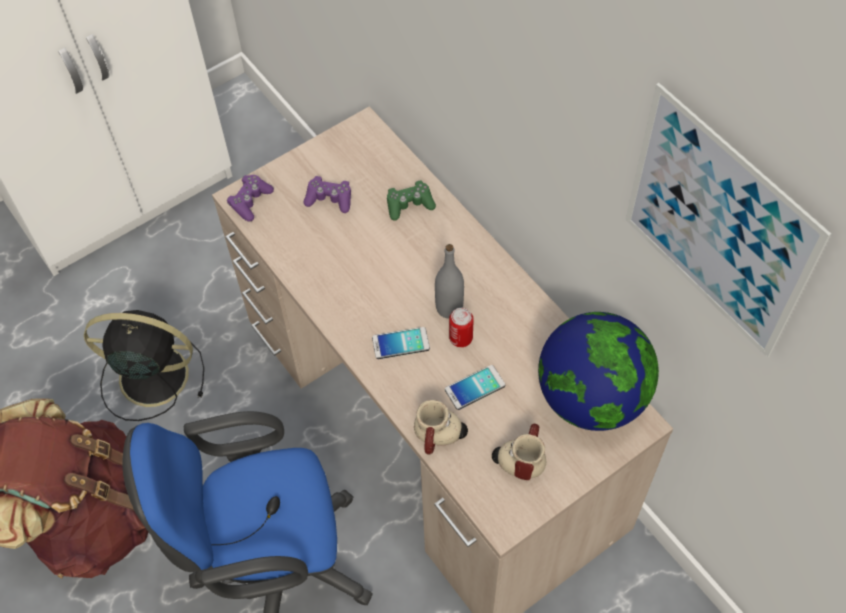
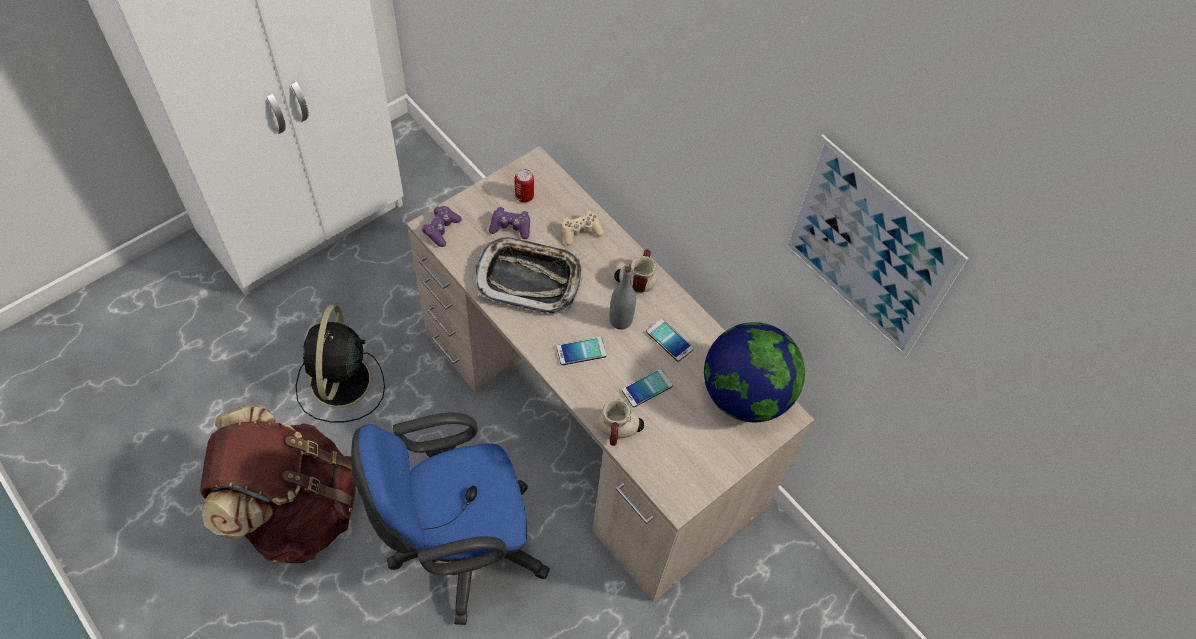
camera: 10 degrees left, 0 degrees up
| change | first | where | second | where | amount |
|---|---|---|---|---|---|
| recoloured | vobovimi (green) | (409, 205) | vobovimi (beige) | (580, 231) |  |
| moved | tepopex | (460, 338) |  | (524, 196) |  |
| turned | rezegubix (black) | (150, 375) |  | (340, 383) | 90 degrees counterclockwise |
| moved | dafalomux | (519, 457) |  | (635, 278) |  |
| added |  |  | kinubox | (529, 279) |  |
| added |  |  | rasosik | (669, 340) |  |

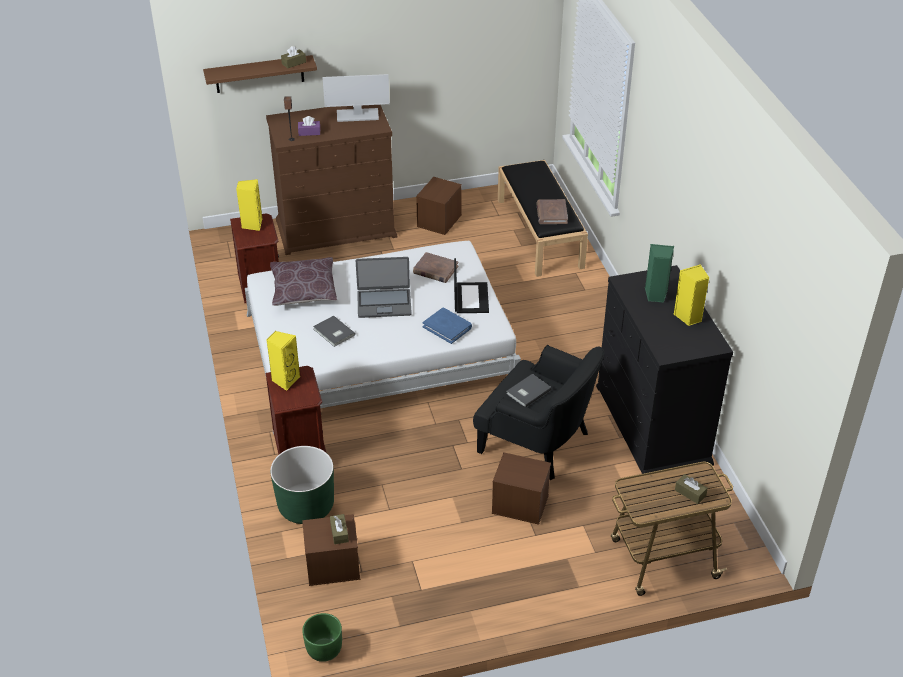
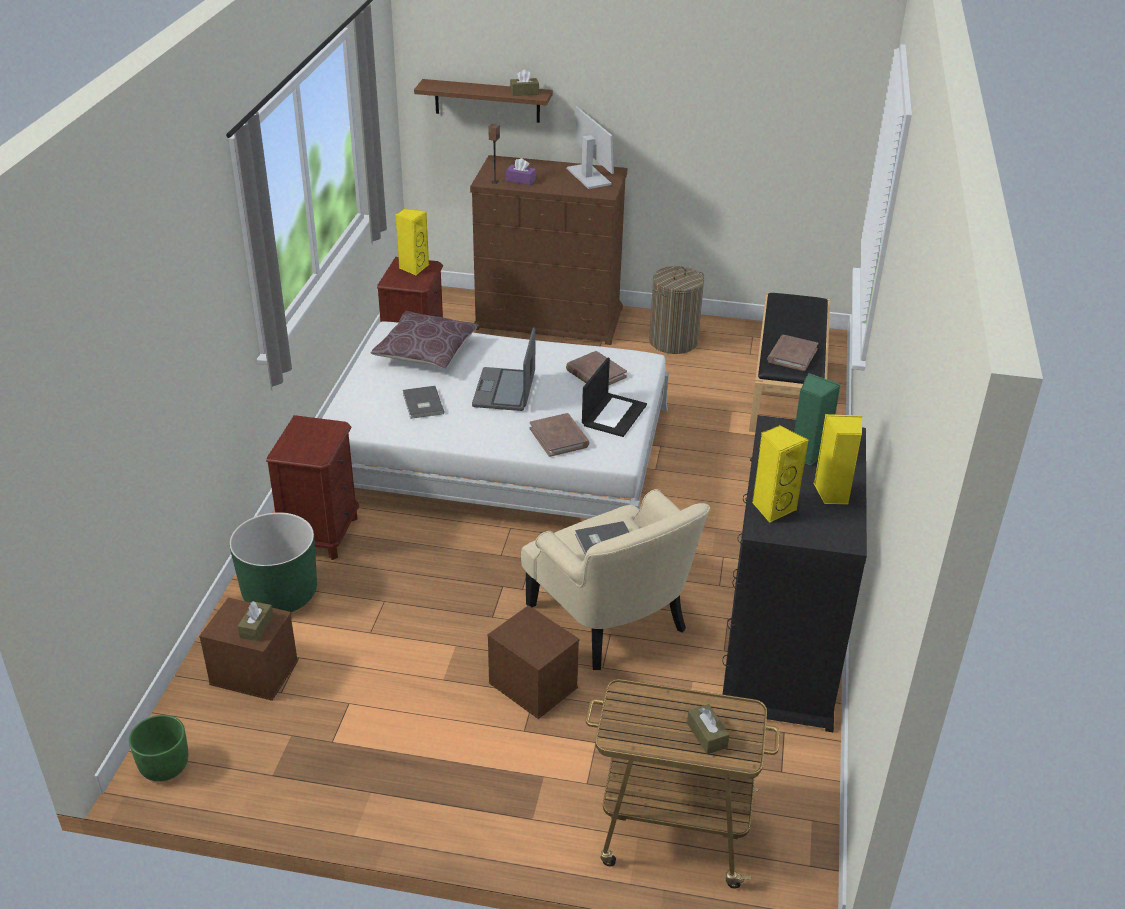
camera: 25 degrees right, 5 degrees down
| change | first | where | second | where | amount |
|---|---|---|---|---|---|
| turned | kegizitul | (357, 115) |  | (589, 177) | 135 degrees counterclockwise |
| replaced | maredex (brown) | (439, 221) | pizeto | (673, 341) |  |
| turned | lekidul | (384, 303) |  | (505, 390) | 75 degrees clockwise |
| recoloured | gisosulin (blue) | (447, 327) | gisosulin (brown) | (559, 437) |  |
| moved | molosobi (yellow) | (285, 380) |  | (772, 508) |  |
| recoloured | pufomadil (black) | (537, 441) | pufomadil (beige) | (611, 618) |  |

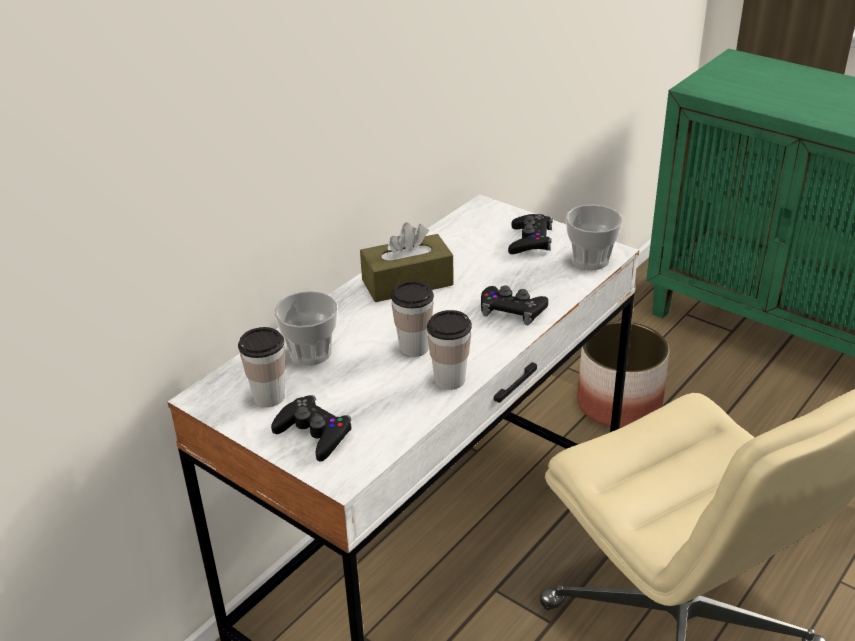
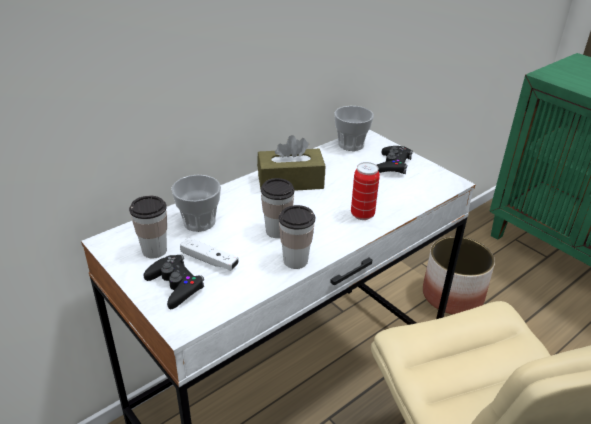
camera: 10 degrees right, 0 degrees up
| change | first | where | second | where | amount |
|---|---|---|---|---|---|
| moved | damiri | (590, 260) |  | (351, 144) |  |
| replaced | vobovimi (black) | (512, 310) | tepopex | (362, 214) |  |
| added |  |  | vobovimi (white) | (209, 260) |  |

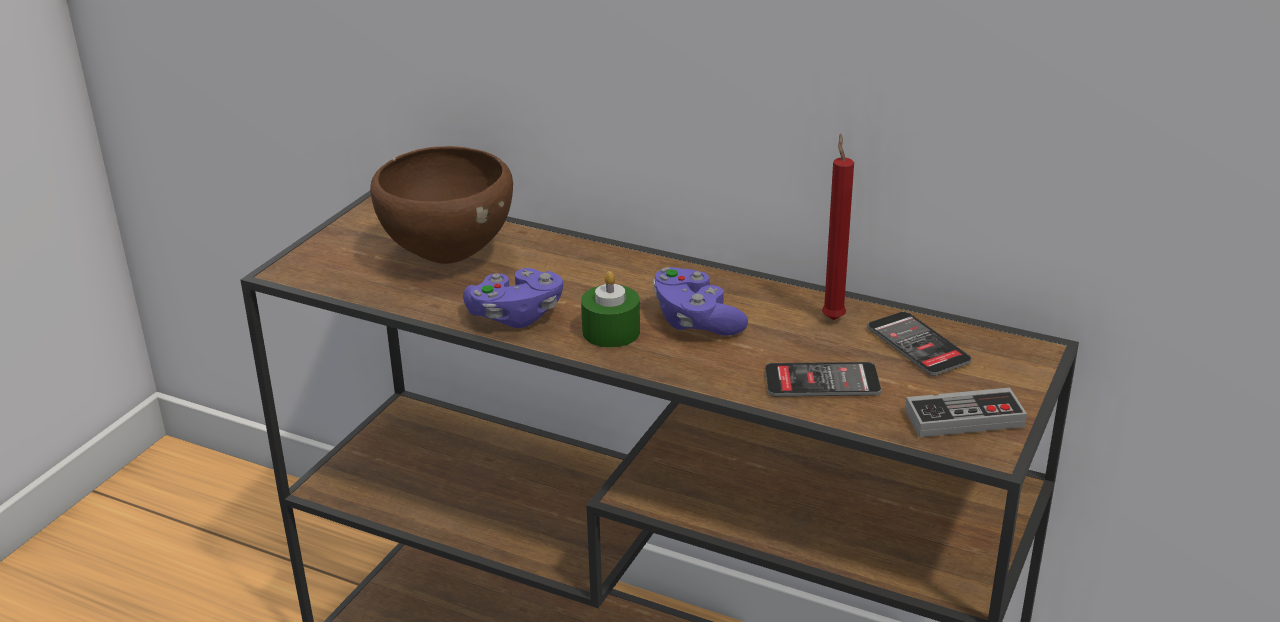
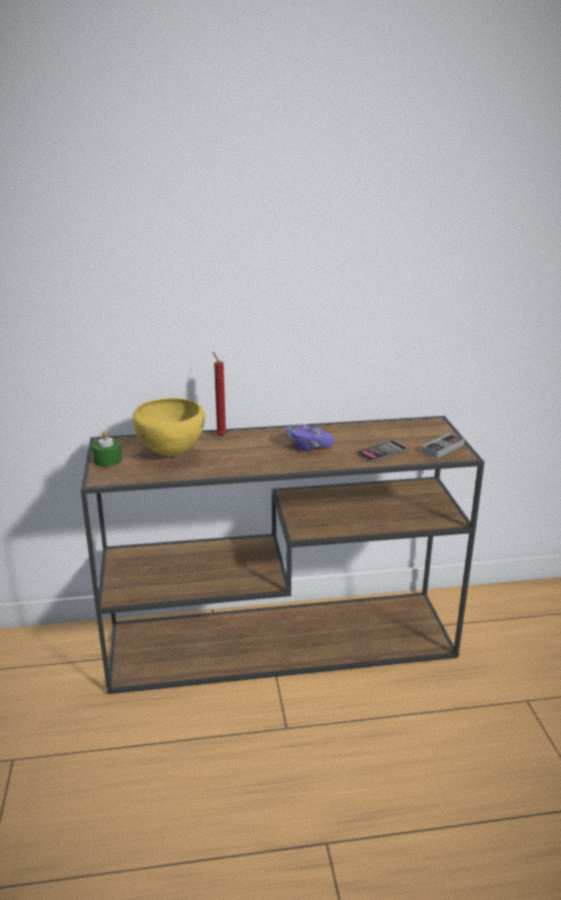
camera: 35 degrees left, 5 degrees down
| change | first | where | second | where | amount |
|---|---|---|---|---|---|
| moved | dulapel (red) | (832, 317) |  | (220, 435) |  |
| recoloured | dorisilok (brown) | (448, 257) | dorisilok (yellow) | (170, 454) |  |
| removed | vobovimi (purple) | (516, 316) |  |  |  |
| moved | dulapel (green) | (611, 332) |  | (107, 460) |  |
| removed | rasosik | (918, 345) |  |  |  |

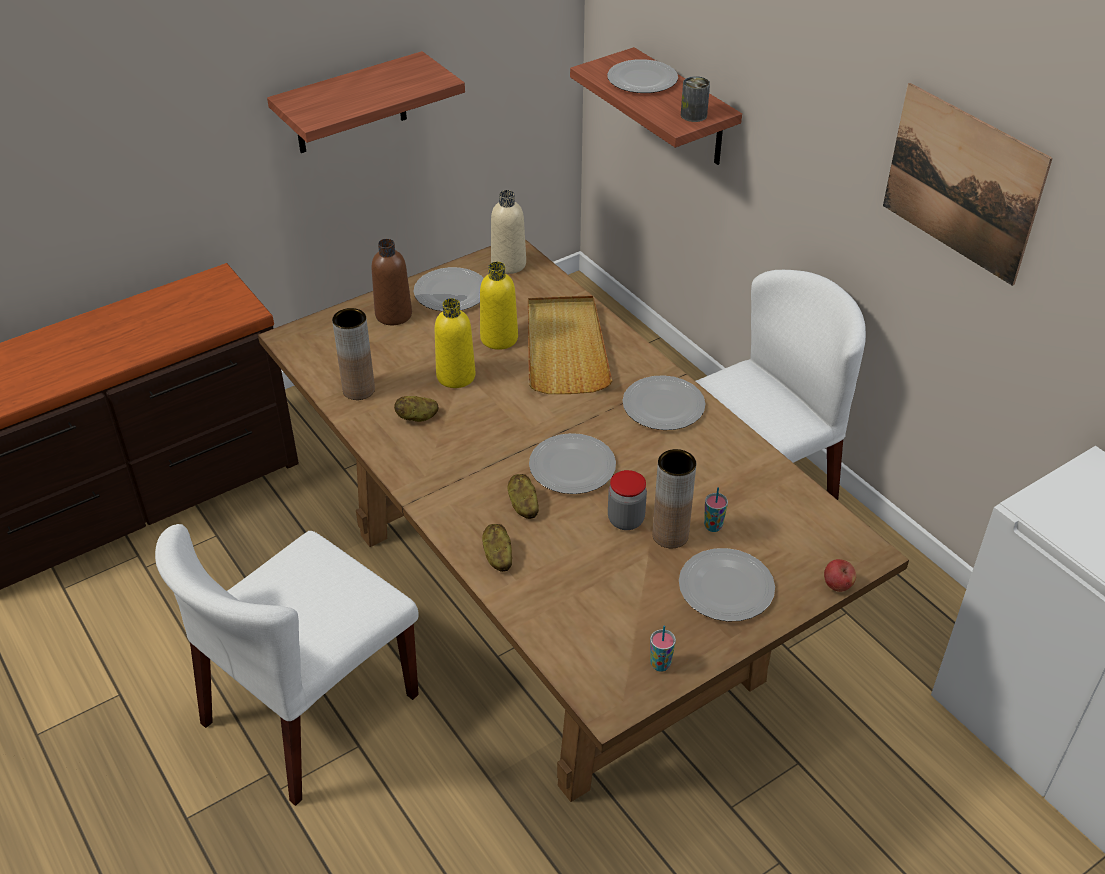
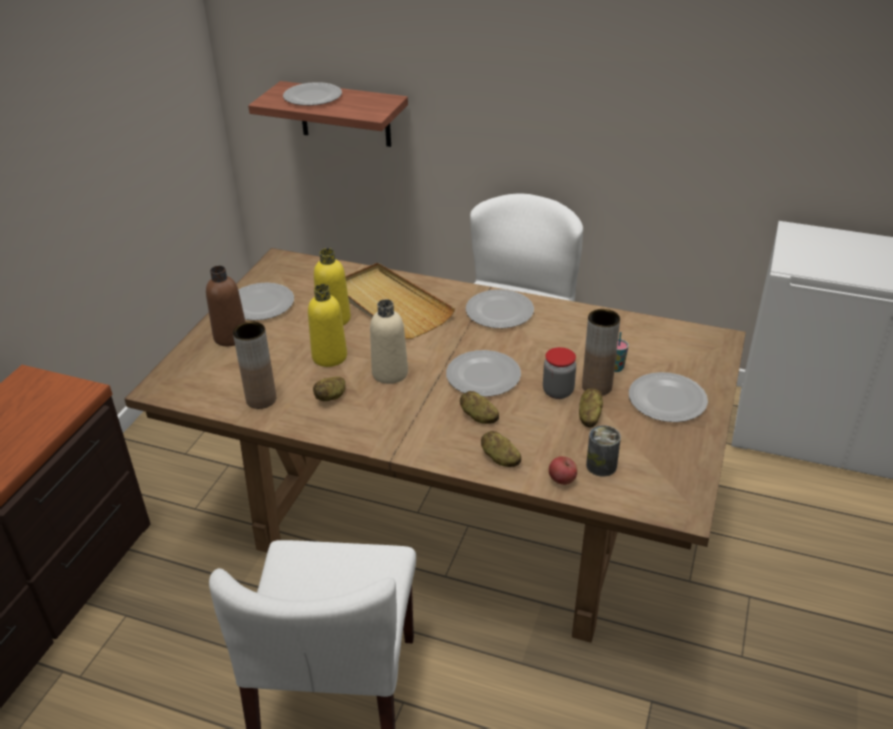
camera: 35 degrees left, 5 degrees down
| change | first | where | second | where | amount |
|---|---|---|---|---|---|
| removed | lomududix | (350, 104) |  |  |  |
| moved | tepopex | (693, 115) |  | (601, 465) |  |
| removed | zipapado | (962, 183) |  |  |  |
| moved | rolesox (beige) | (508, 264) |  | (390, 373) |  |
| moved | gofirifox | (837, 585) |  | (562, 480) |  |
| removed | damiri | (660, 664) |  |  |  |
| added |  |  | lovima | (589, 416) |  |

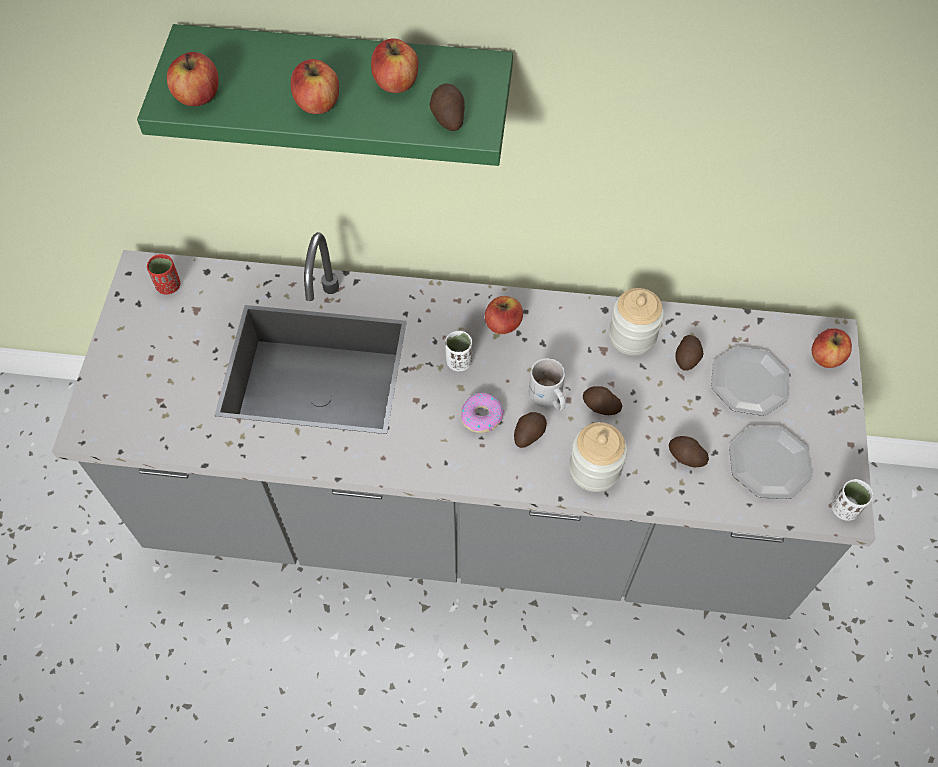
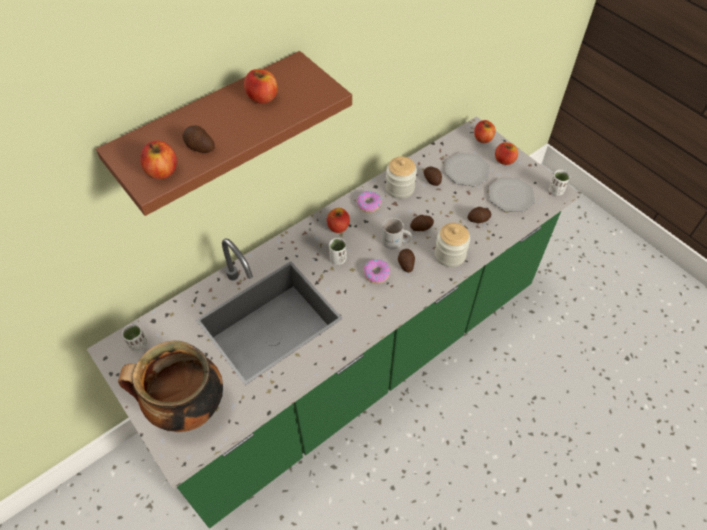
camera: 45 degrees left, 5 degrees down
| change | first | where | second | where | amount |
|---|---|---|---|---|---|
| recoloured | lomududix (green) | (347, 80) | lomududix (brown) | (211, 125) |  |
| moved | gofirifox | (318, 103) |  | (504, 160) |  |
| moved | lovima | (447, 117) |  | (199, 147) |  |
| recoloured | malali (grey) | (469, 514) | malali (green) | (353, 361) |  |
| recoloured | damiri (red) | (168, 286) | damiri (white) | (139, 345) |  |
| added |  |  | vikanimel | (368, 204) |  |
| added |  |  | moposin | (187, 408) |  |

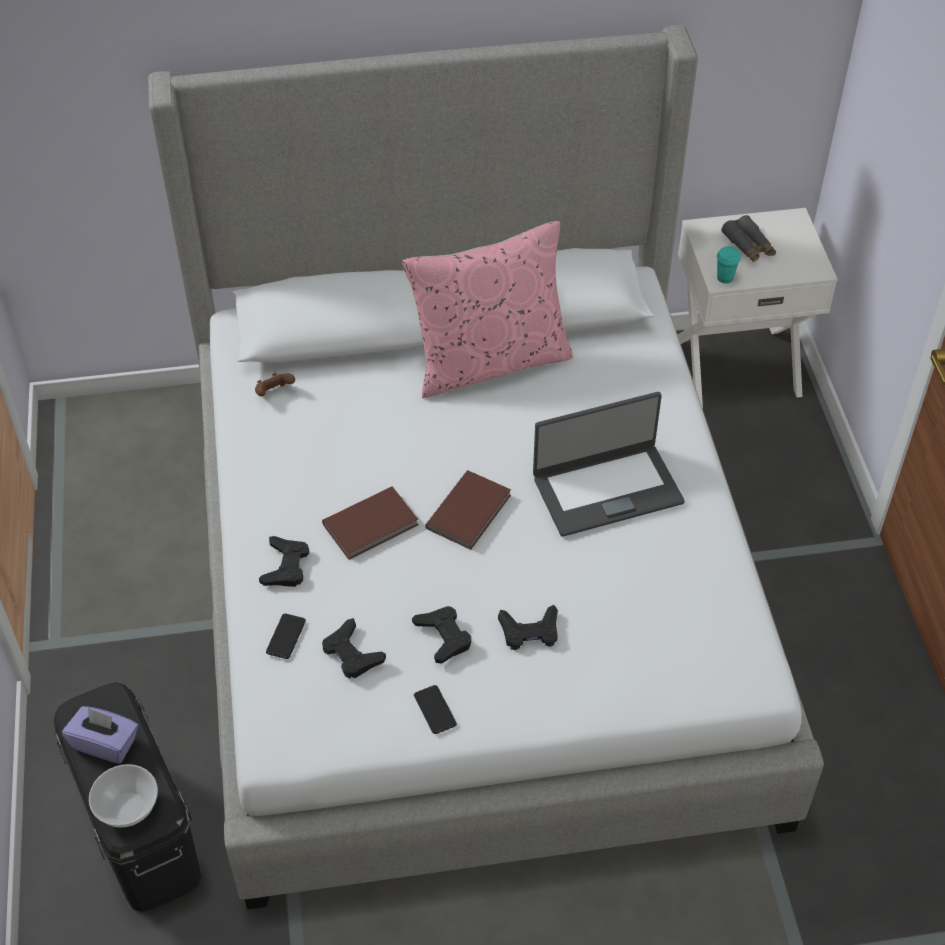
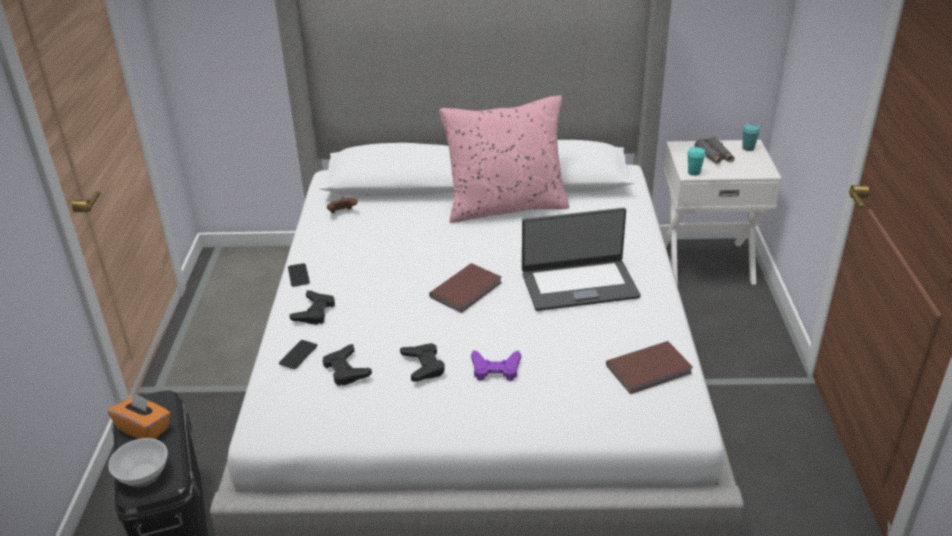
camera: 10 degrees right, 15 degrees down
| change | first | where | second | where | amount |
|---|---|---|---|---|---|
| moved | gisosulin (brown) | (372, 525) |  | (650, 370) |  |
| recoloured | vobovimi (black) | (529, 631) | vobovimi (purple) | (495, 369) |  |
| moved | rasosik | (435, 710) |  | (298, 275) |  |
| recoloured | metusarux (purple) | (105, 743) | metusarux (orange) | (144, 429) |  |
| added |  |  | damiri (turquoise) | (748, 148) |  |

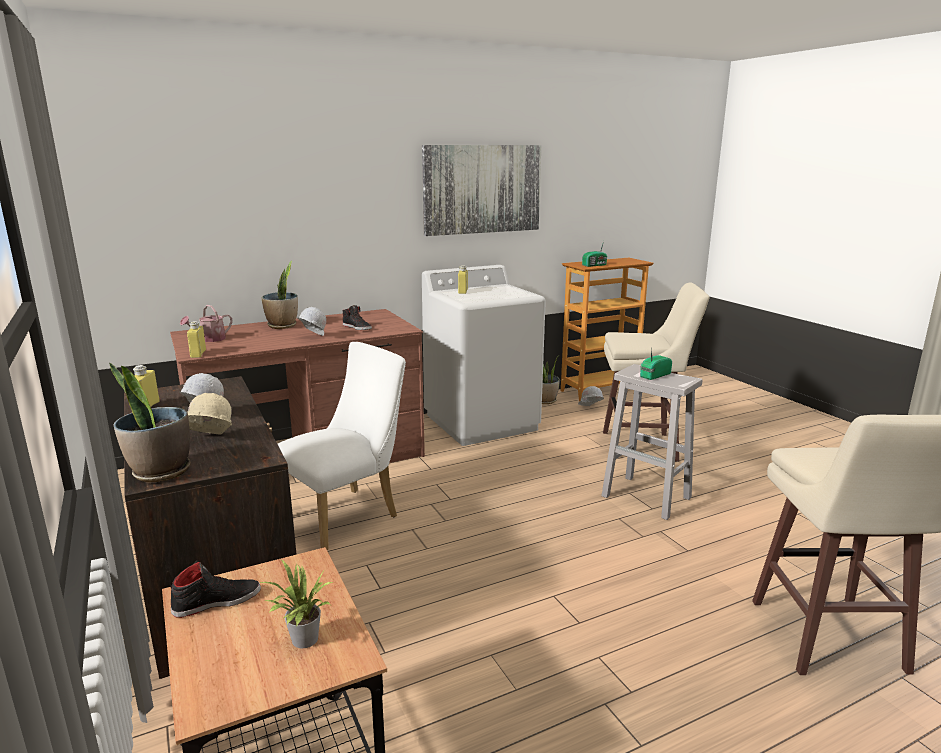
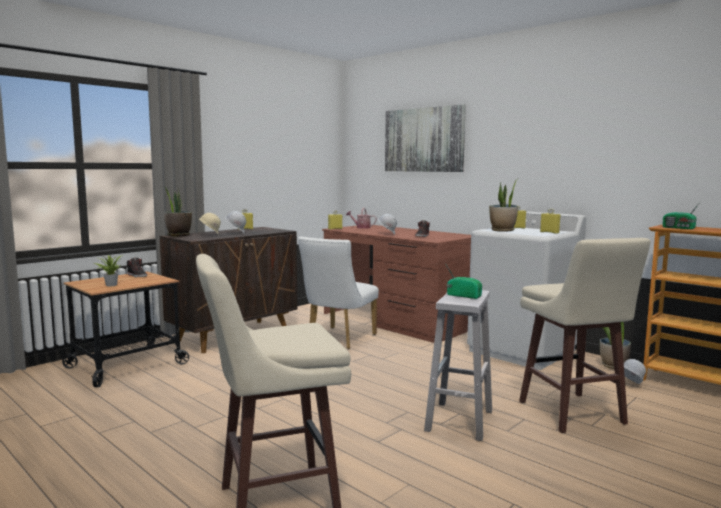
camera: 70 degrees right, 10 degrees down
| change | first | where | second | where | amount |
|---|---|---|---|---|---|
| moved | zipapado | (482, 189) |  | (423, 140) |  |
| moved | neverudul | (282, 326) |  | (502, 230) |  |
| turned | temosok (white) | (347, 515) |  | (338, 339) | 90 degrees clockwise |
| added |  |  | rolesox (yellow) | (549, 232) |  |

